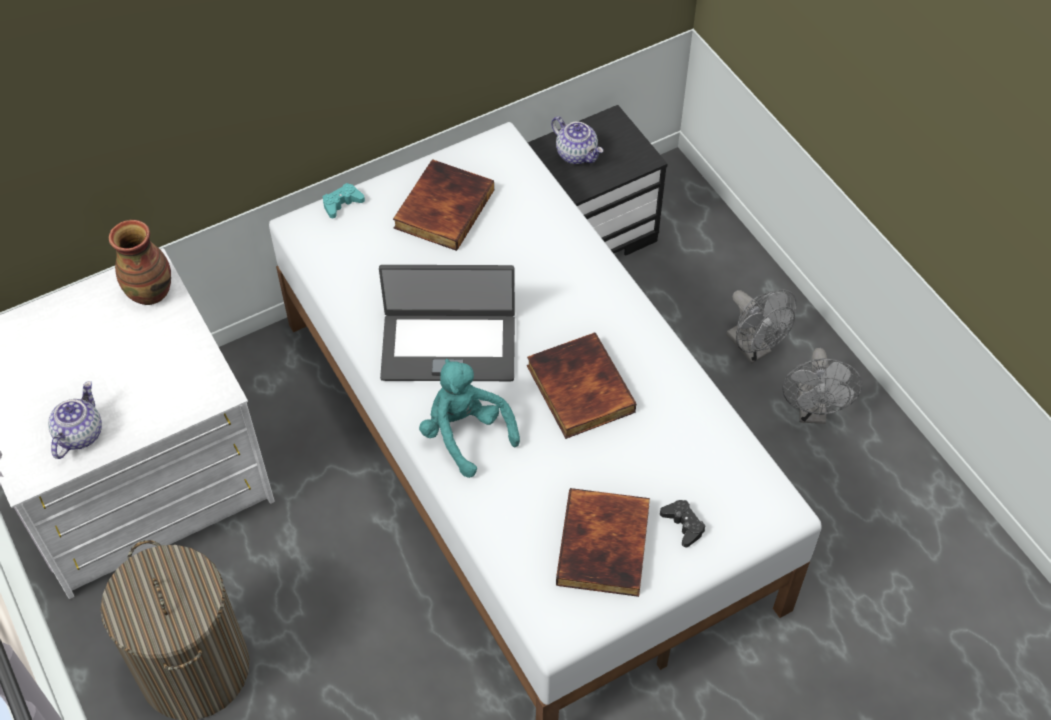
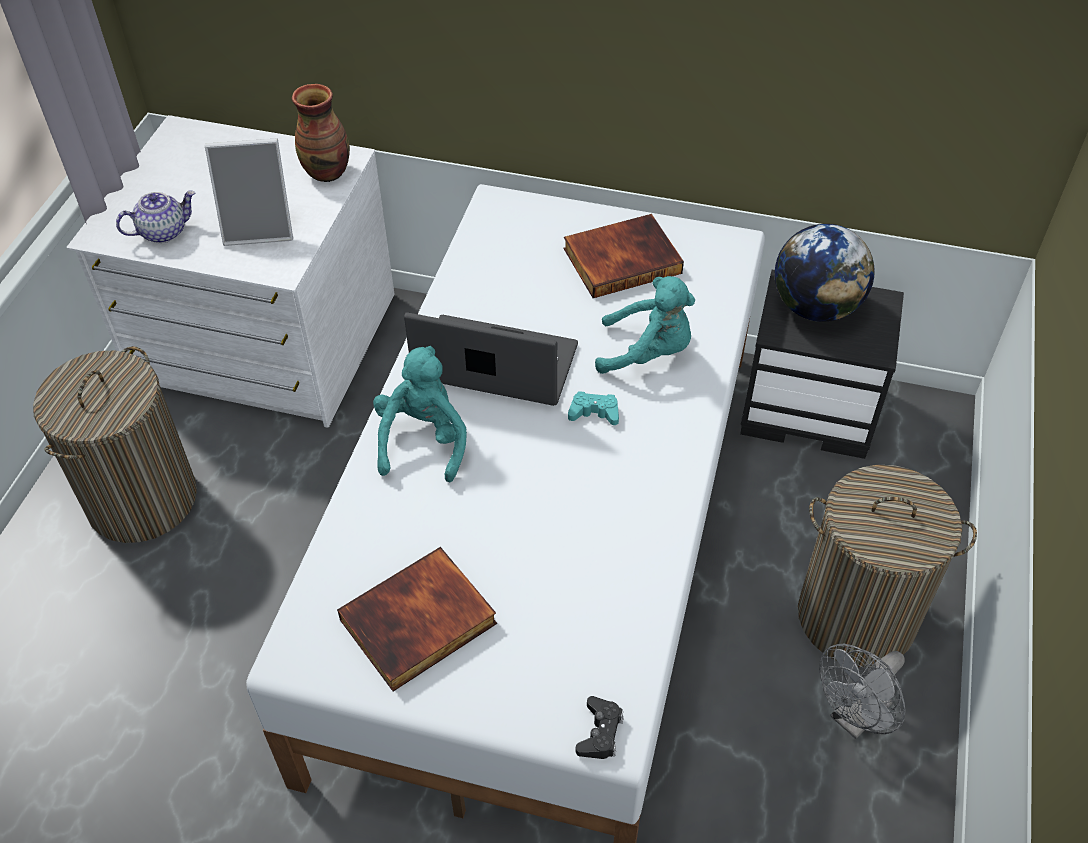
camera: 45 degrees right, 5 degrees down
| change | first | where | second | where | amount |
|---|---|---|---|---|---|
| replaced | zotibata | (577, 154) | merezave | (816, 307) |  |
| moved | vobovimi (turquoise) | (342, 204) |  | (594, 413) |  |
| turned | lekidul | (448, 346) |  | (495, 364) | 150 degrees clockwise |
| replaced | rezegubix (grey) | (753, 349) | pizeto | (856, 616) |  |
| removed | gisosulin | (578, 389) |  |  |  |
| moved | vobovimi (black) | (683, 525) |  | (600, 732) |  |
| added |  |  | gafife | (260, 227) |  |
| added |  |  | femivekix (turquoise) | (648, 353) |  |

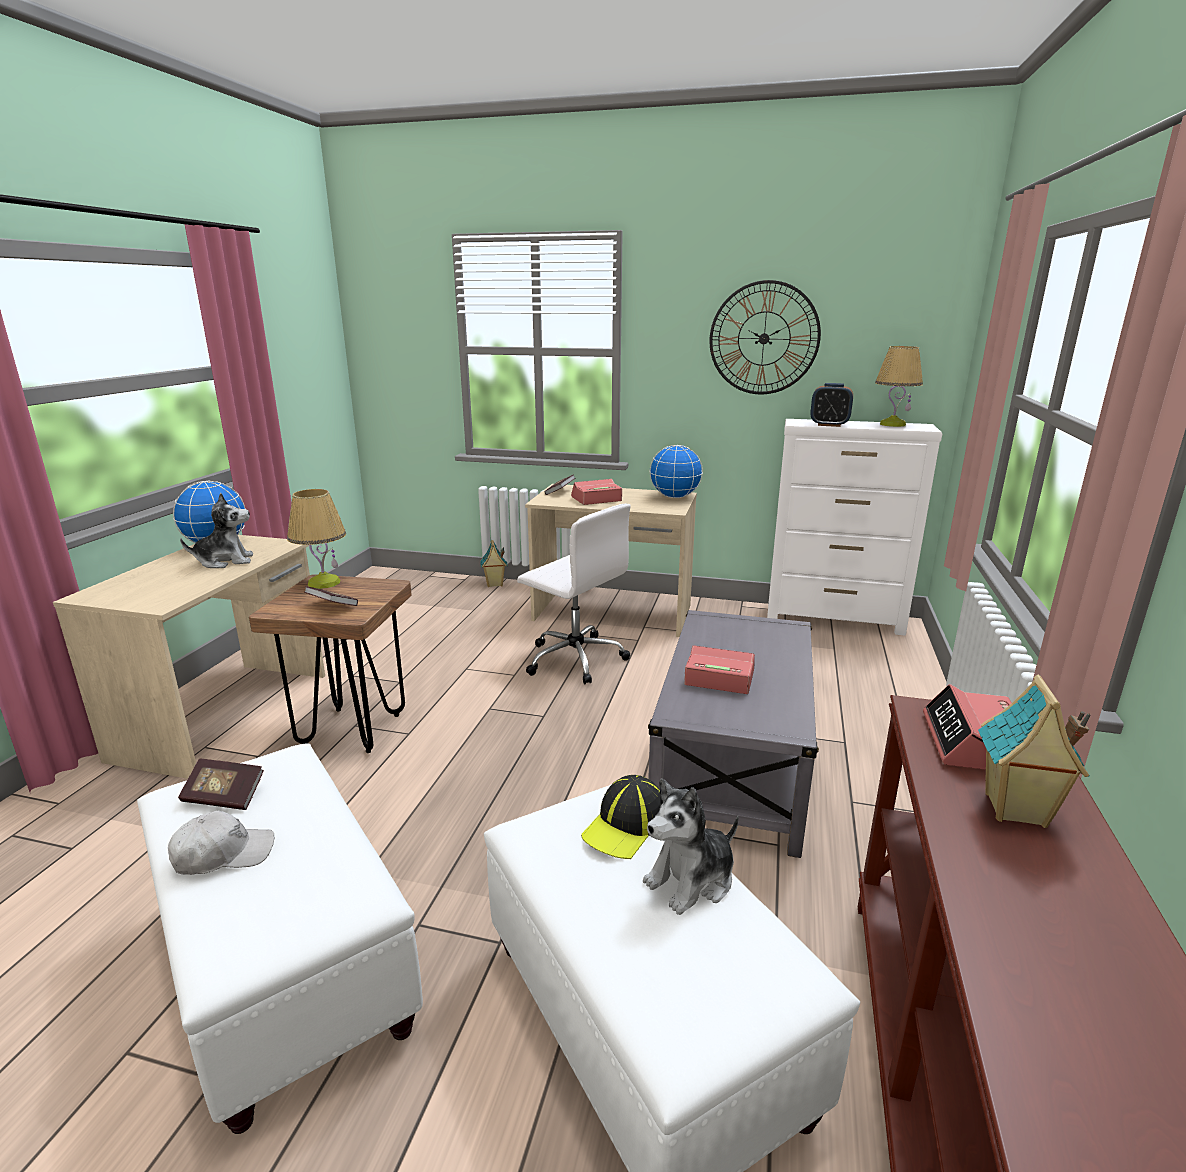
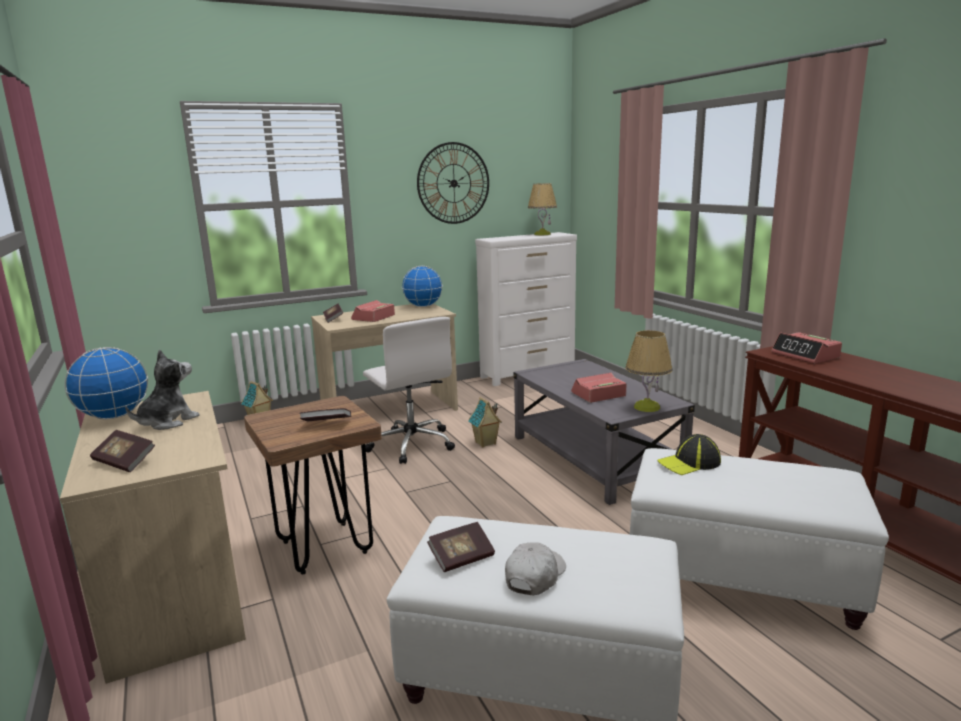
camera: 40 degrees left, 5 degrees down
| change | first | where | second | where | amount |
|---|---|---|---|---|---|
| removed | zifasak | (829, 425) |  |  |  |
| moved | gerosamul | (324, 583) |  | (646, 407) |  |
| turned | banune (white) | (574, 658) |  | (411, 444) | 60 degrees clockwise |
| moved | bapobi | (1015, 811) |  | (485, 443) |  |
| turned | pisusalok | (625, 825) |  | (689, 463) | 75 degrees clockwise |
| removed | femivekix | (692, 880) |  |  |  |
| added |  |  | gisosulin | (124, 462) |  |

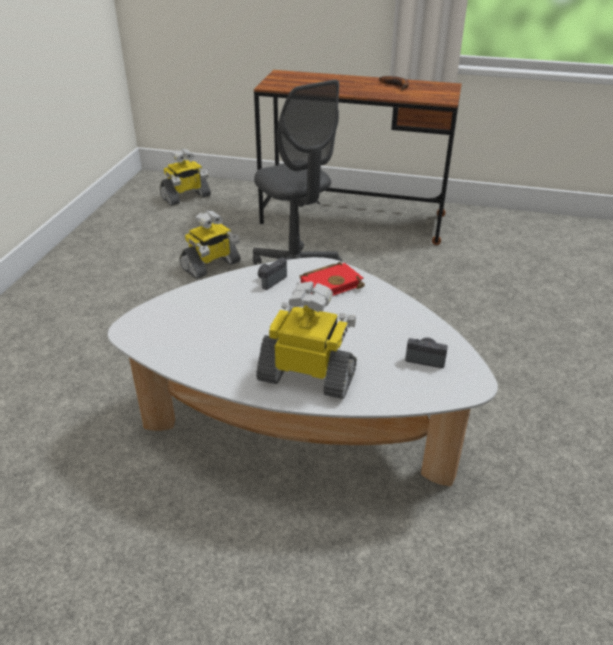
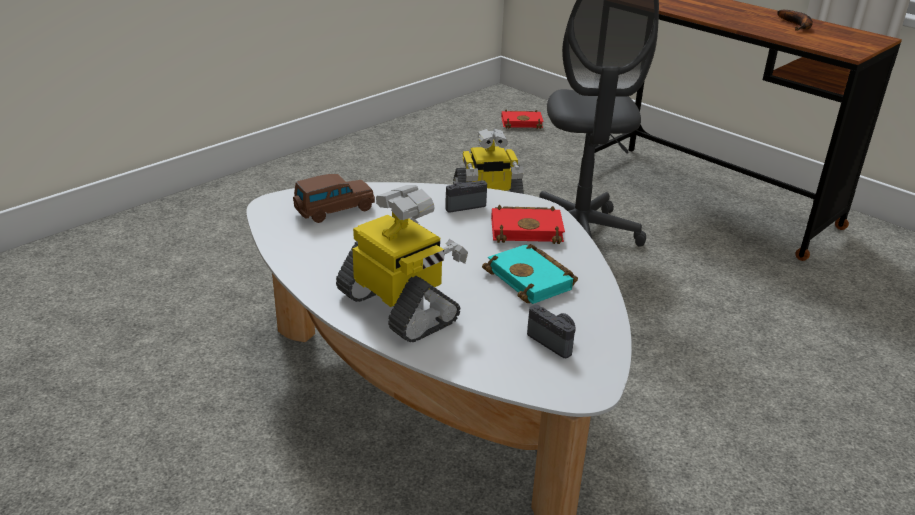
camera: 30 degrees right, 5 degrees down
| change | first | where | second | where | amount |
|---|---|---|---|---|---|
| replaced | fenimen | (186, 197) | gisosulin (red) | (522, 122) |  |
| added |  |  | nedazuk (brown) | (333, 211) |  |
| added |  |  | gisosulin (turquoise) | (533, 280) |  |

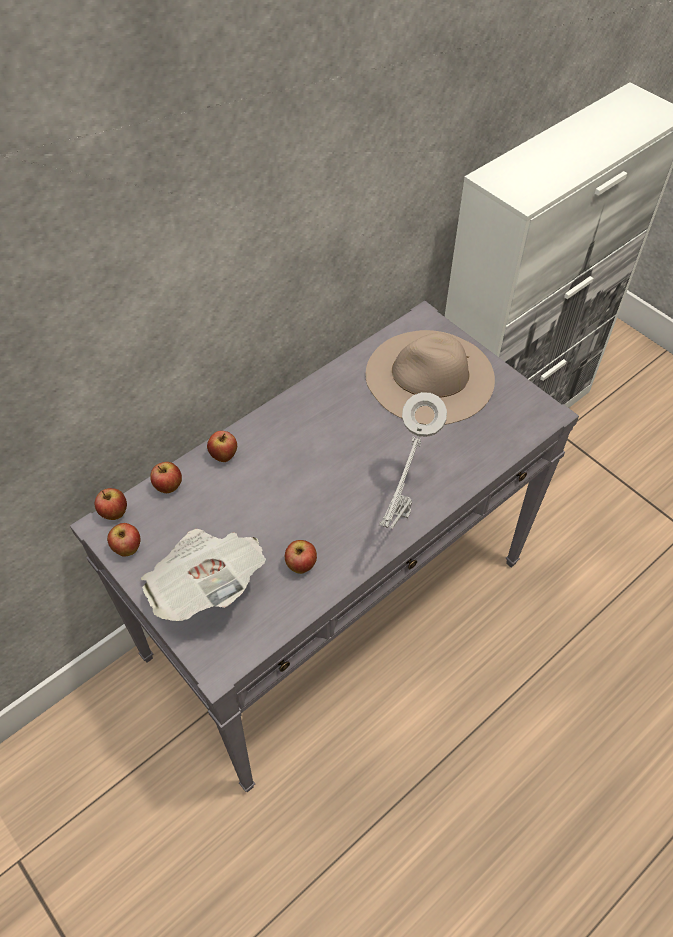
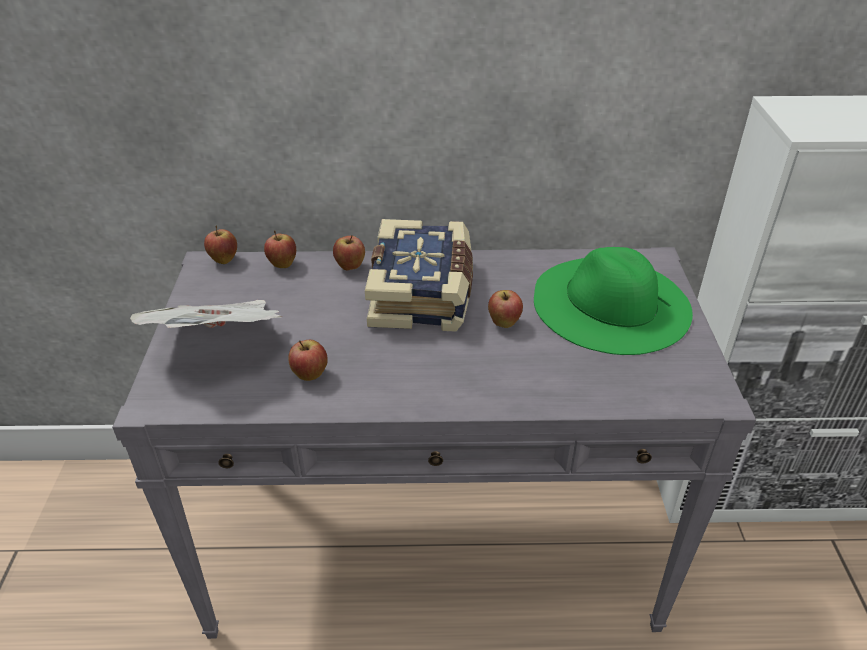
camera: 40 degrees right, 15 degrees down
| change | first | where | second | where | amount |
|---|---|---|---|---|---|
| recoloured | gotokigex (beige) | (429, 376) | gotokigex (green) | (610, 303) |  |
| removed | gerosamul (grey) | (402, 517) |  |  |  |
| moved | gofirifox | (128, 549) |  | (504, 324) |  |
| added |  |  | gisosulin | (423, 293) |  |

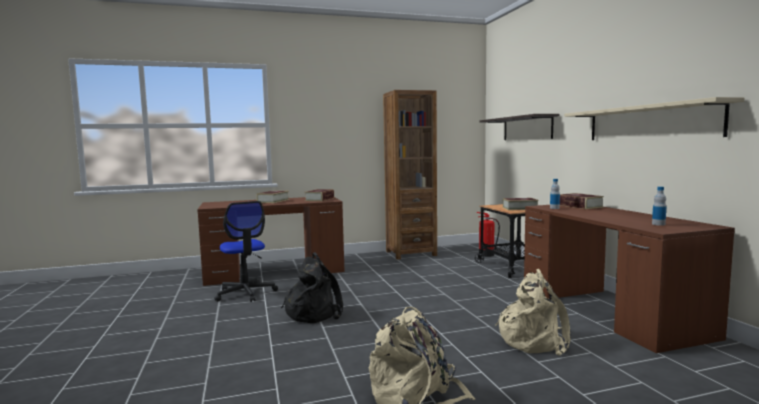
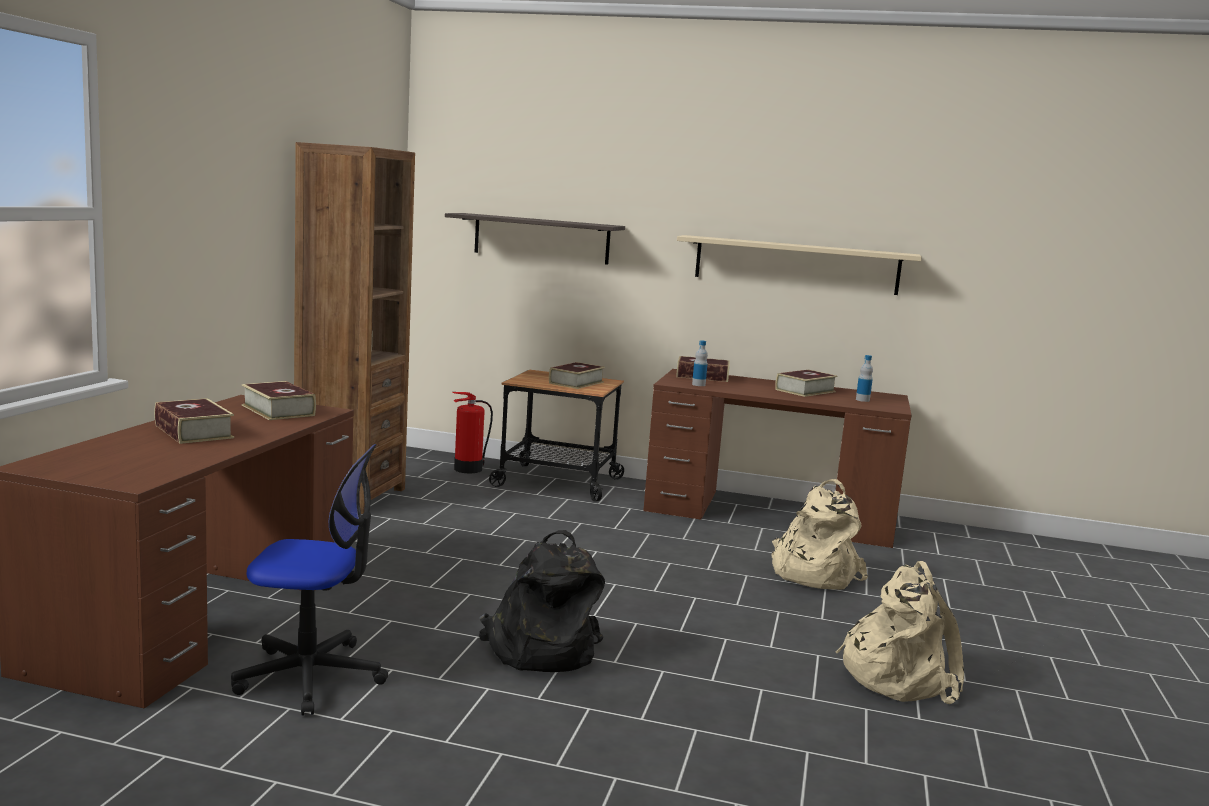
camera: 60 degrees left, 5 degrees up
| change | first | where | second | where | amount |
|---|---|---|---|---|---|
| added |  |  | gisosulin | (805, 390) |  |

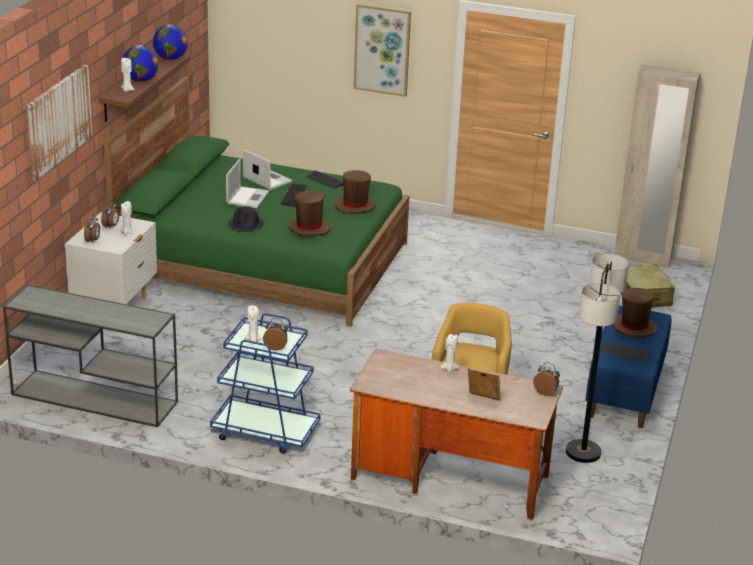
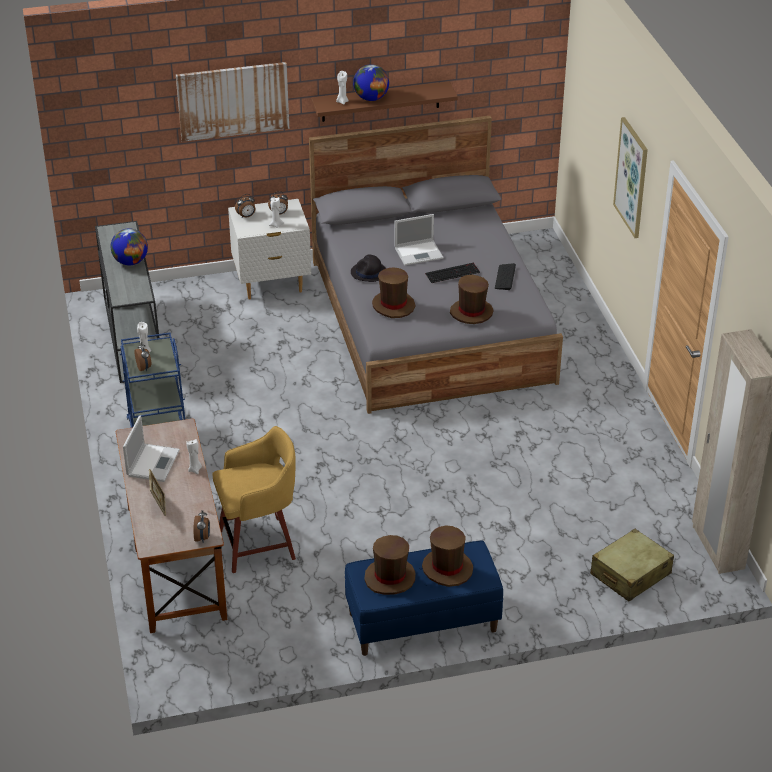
camera: 60 degrees right, 10 degrees up
| change | first | where | second | where | amount |
|---|---|---|---|---|---|
| moved | merezave | (170, 58) |  | (130, 262) |  |
| recoloured | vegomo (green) | (262, 260) | vegomo (grey) | (430, 320) |  |
| moved | lekidul | (266, 179) |  | (153, 462) |  |
| removed | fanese | (583, 452) |  |  |  |
| replaced | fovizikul | (625, 352) | gotokigex (brown) | (390, 578) |  |

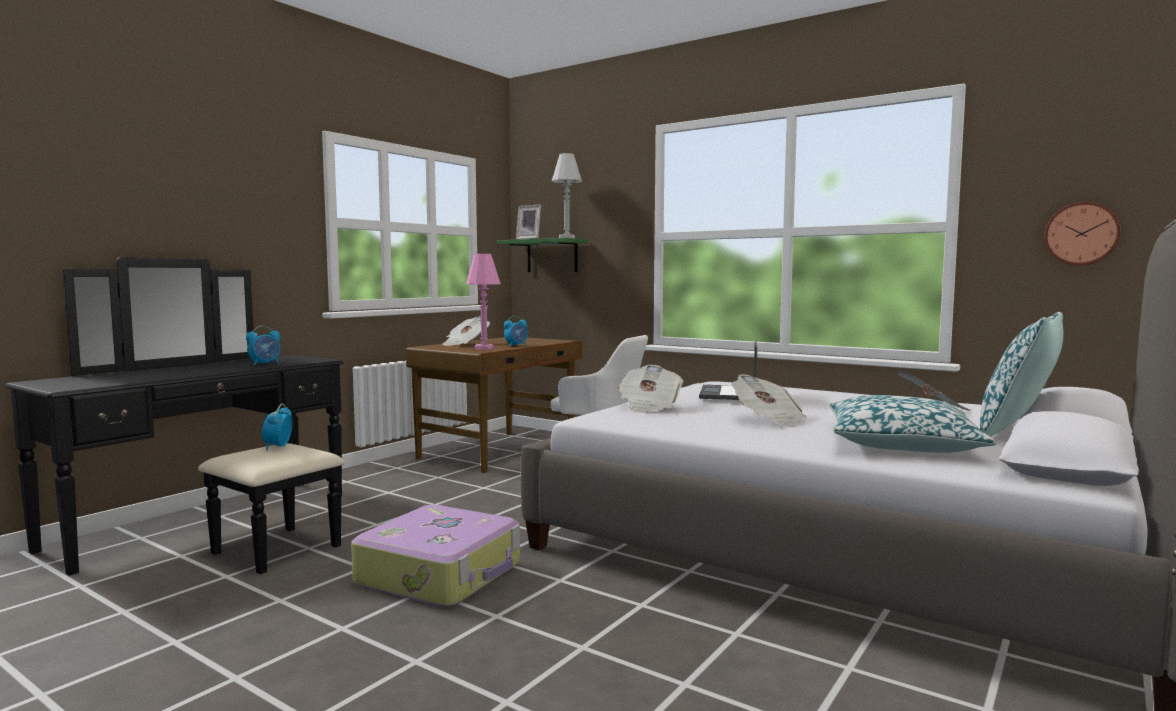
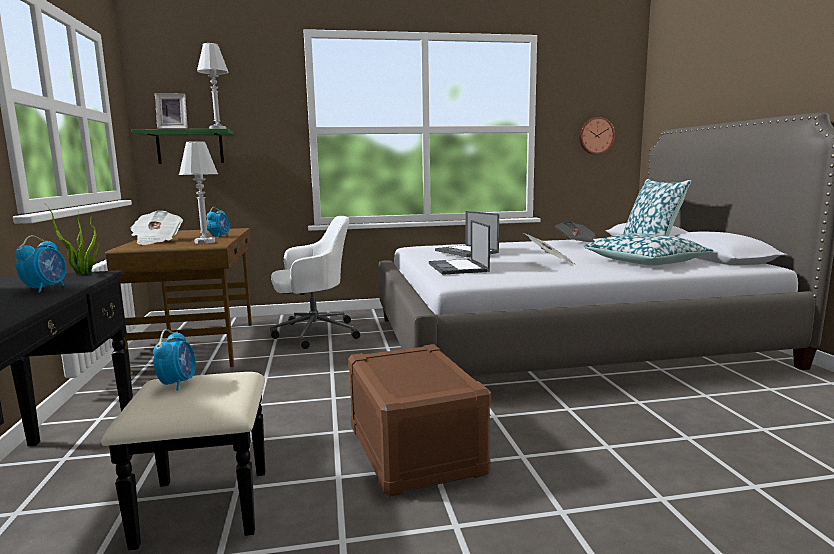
camera: 45 degrees left, 5 degrees up
| change | first | where | second | where | amount |
|---|---|---|---|---|---|
| recoloured | gerosamul (pink) | (484, 348) | gerosamul (white) | (205, 242) |  |
| replaced | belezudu | (649, 407) | lekidul | (458, 268) |  |
| turned | zifasak | (277, 447) |  | (178, 383) | 135 degrees counterclockwise |
| replaced | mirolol | (441, 574) | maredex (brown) | (413, 450) |  |
| added |  |  | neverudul | (81, 273) |  |

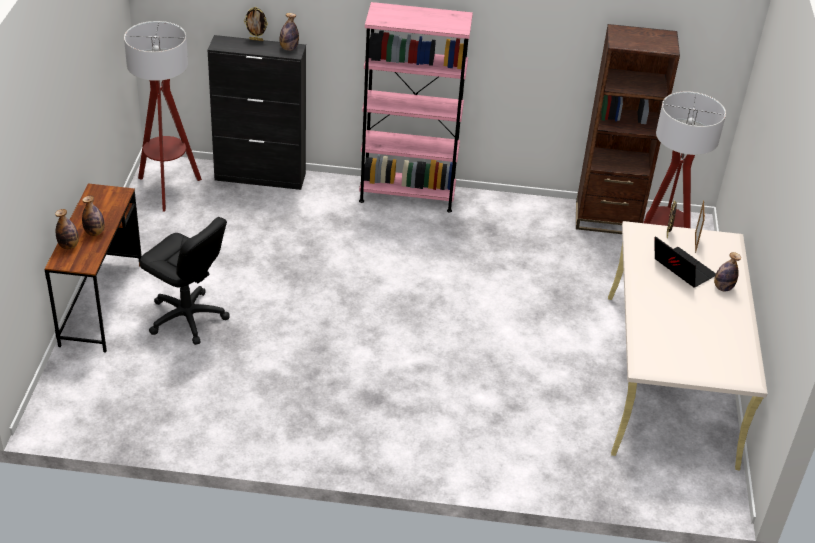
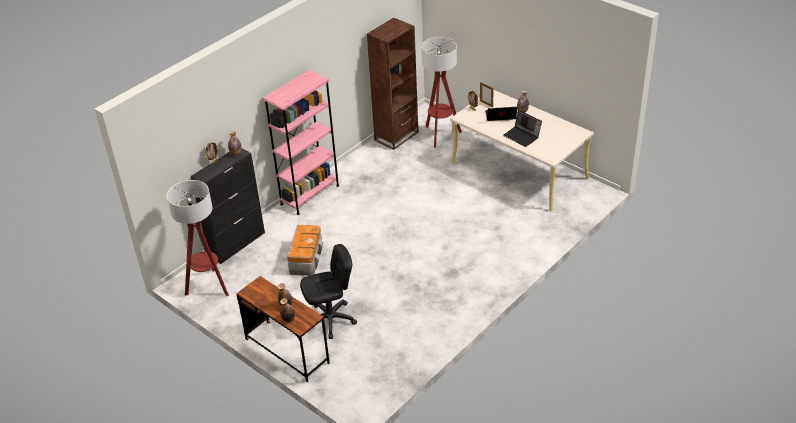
camera: 50 degrees left, 0 degrees up
| change | first | where | second | where | amount |
|---|---|---|---|---|---|
| added |  |  | lekidul | (522, 136) |  |
| added |  |  | maredex | (306, 258) |  |

